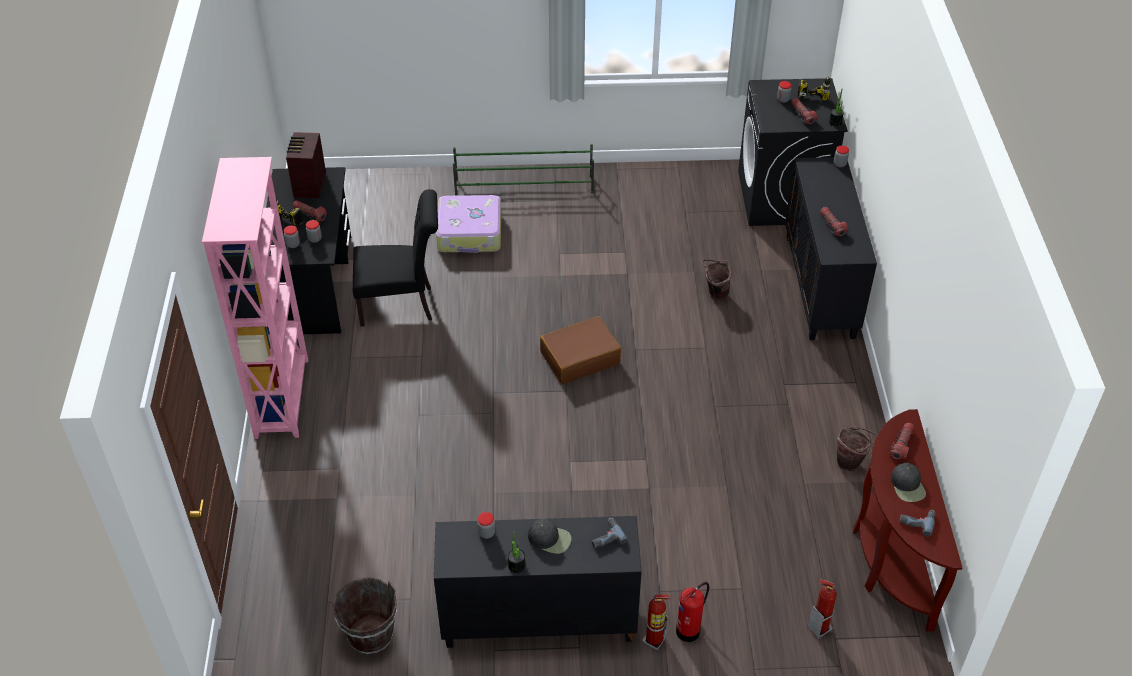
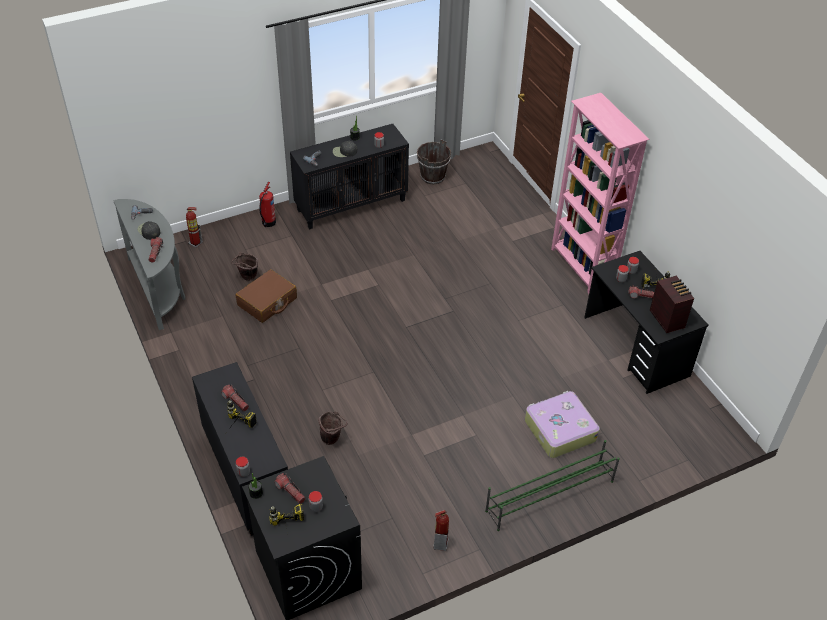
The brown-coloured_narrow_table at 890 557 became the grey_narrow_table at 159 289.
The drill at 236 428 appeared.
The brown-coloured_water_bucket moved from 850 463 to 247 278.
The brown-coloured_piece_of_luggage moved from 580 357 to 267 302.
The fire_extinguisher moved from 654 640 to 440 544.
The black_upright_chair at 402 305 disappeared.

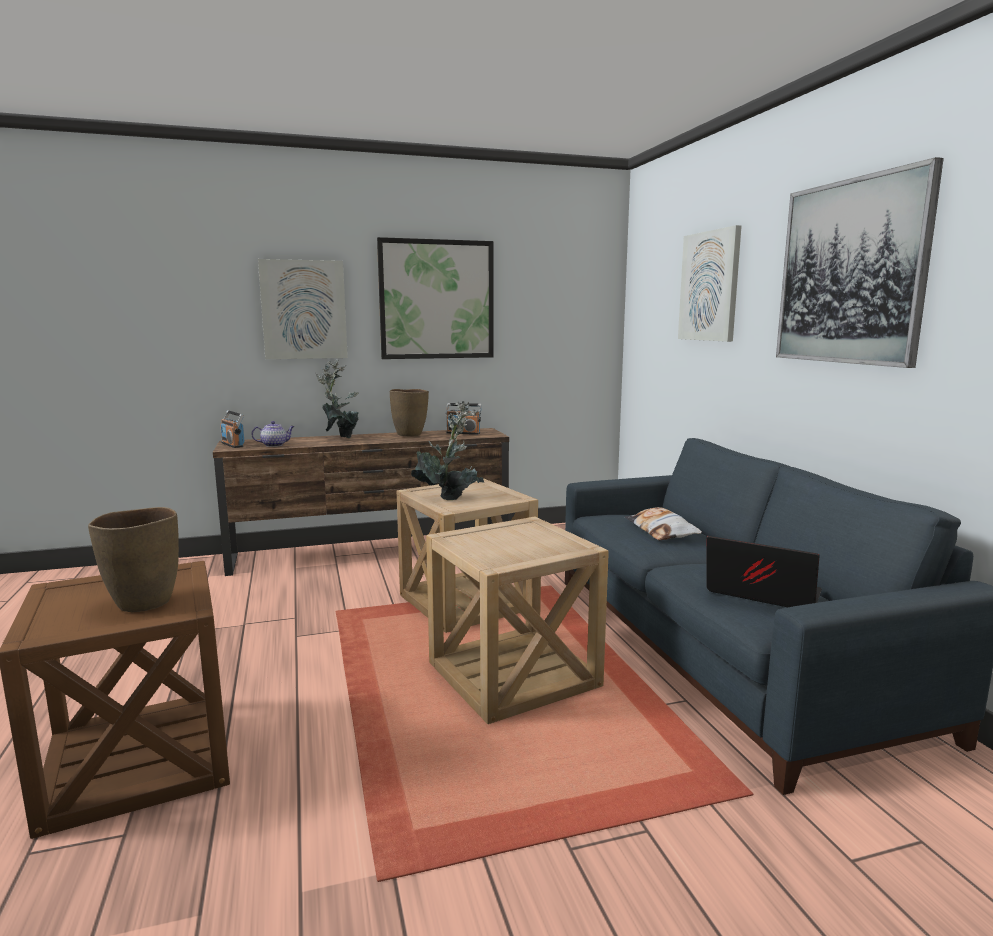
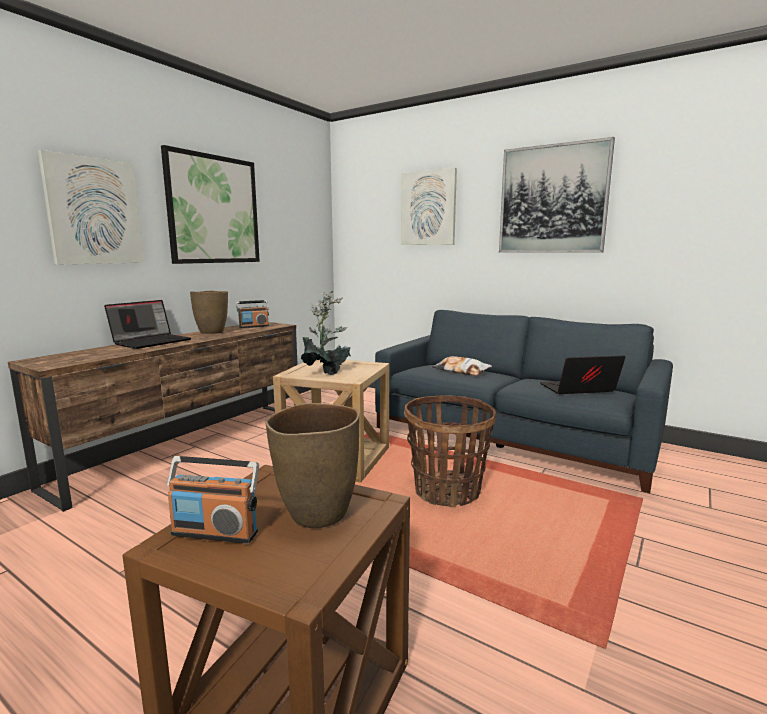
The plant_in_a_pot at 340 437 was replaced by the laptop at 151 342.
The radio_set moved from 233 445 to 215 532.
The beige_side_table at 513 675 was replaced by the storage_basket at 447 491.
The pot_for_tea at 275 445 disappeared.

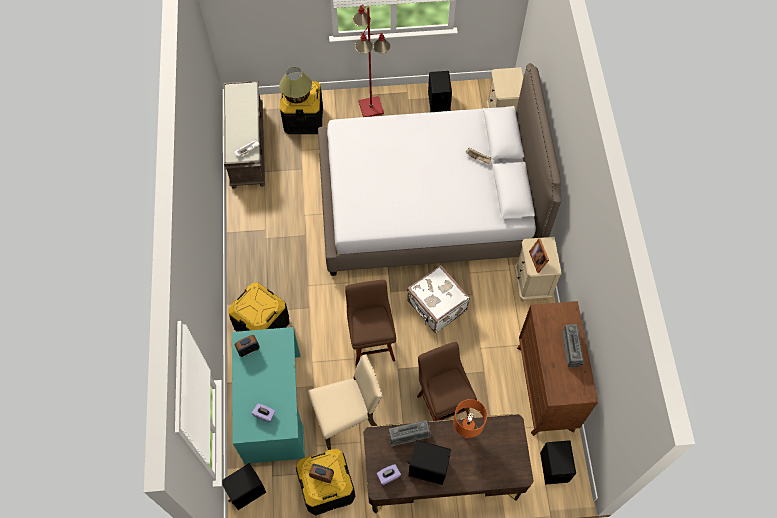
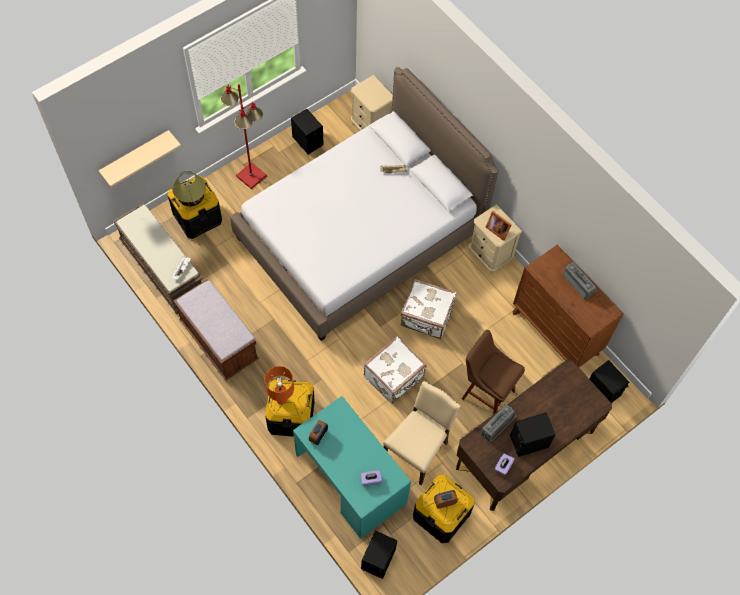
The beige_bracket_shelf at 135 156 appeared.
The brown-coloured_bench at 219 341 appeared.
The orange-coloured_table_lamp moved from 466 431 to 281 399.
The brown-coloured_stool at 371 342 was replaced by the whitish_piece_of_luggage at 394 377.

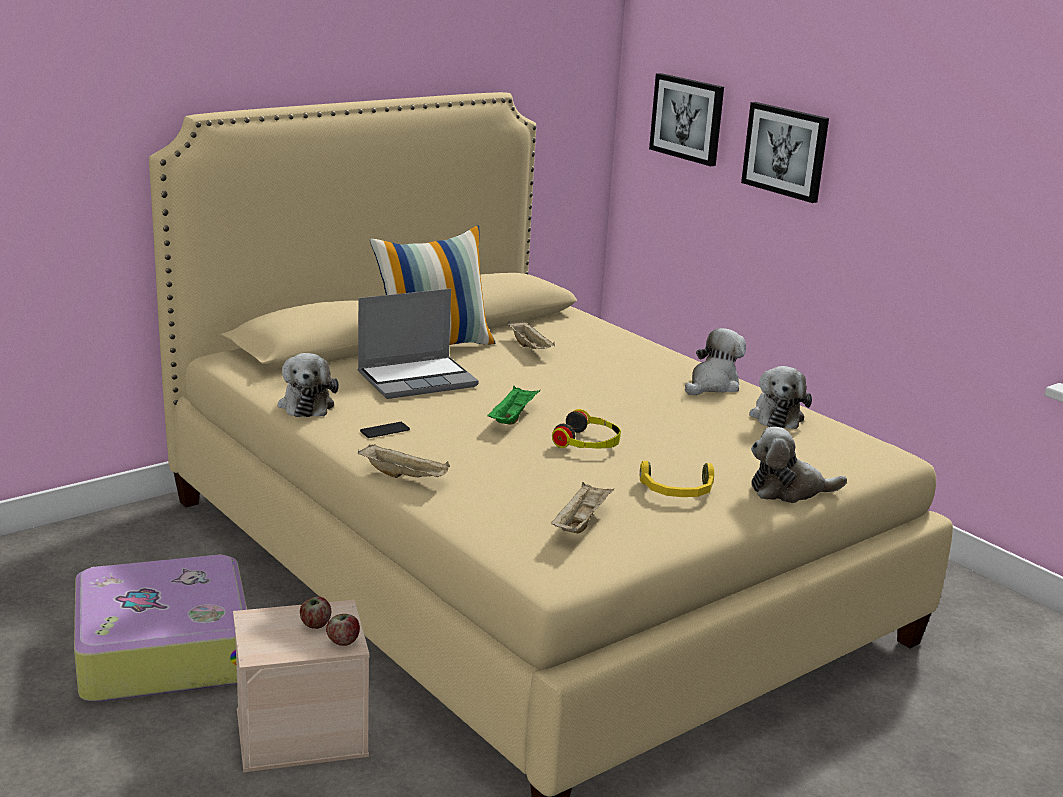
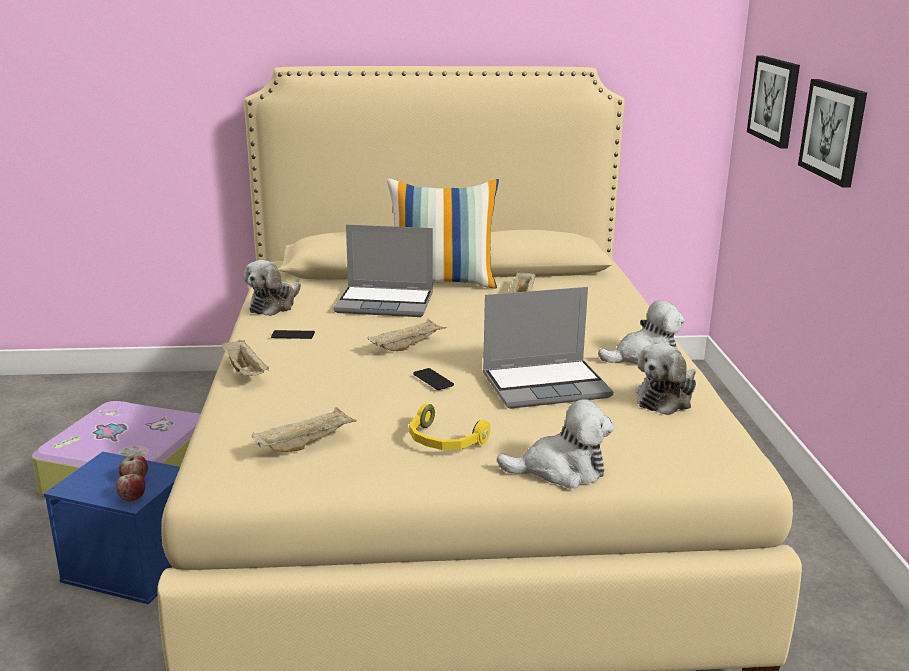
The beige_storage_container at 303 731 became the blue_storage_container at 133 567.
The greenish_serving_tray at 512 417 became the beige_serving_tray at 407 346.
The headset at 588 442 was replaced by the telephone at 433 380.
The laptop at 546 385 appeared.
The soft_toy at 789 490 turned 150 degrees clockwise.

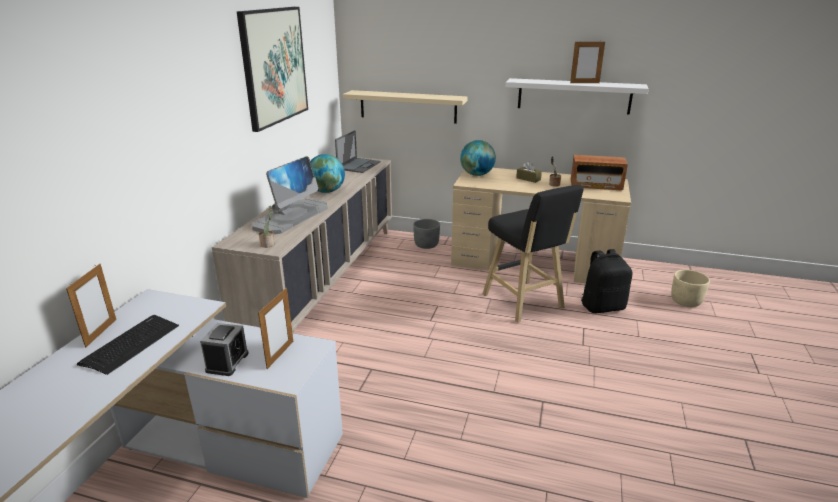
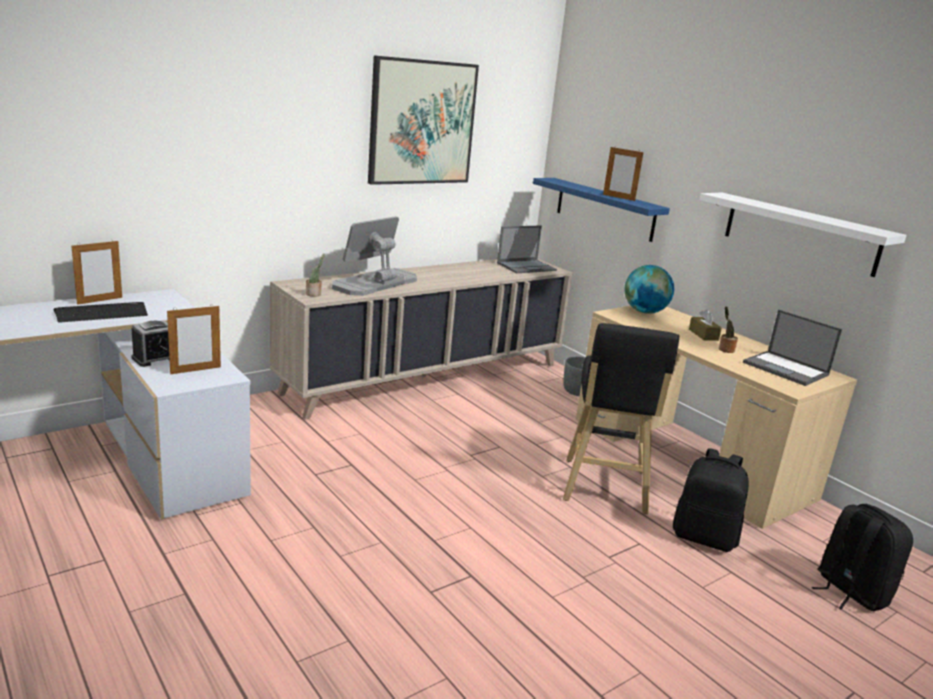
The computer_screen at 291 216 turned 150 degrees clockwise.
The beige_bracket_shelf at 408 106 became the blue_bracket_shelf at 604 209.
The picture_frame moved from 584 83 to 618 197.
The radio_set at 596 185 was replaced by the laptop at 786 369.
The beige_plant_pot at 685 301 was replaced by the black_knapsack at 850 591.
The world_globe at 327 191 disappeared.

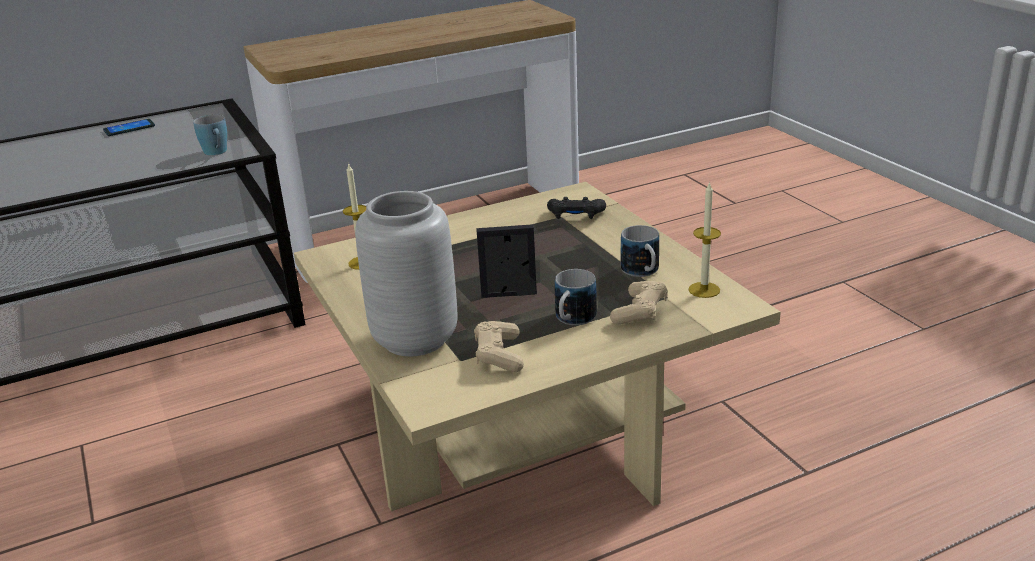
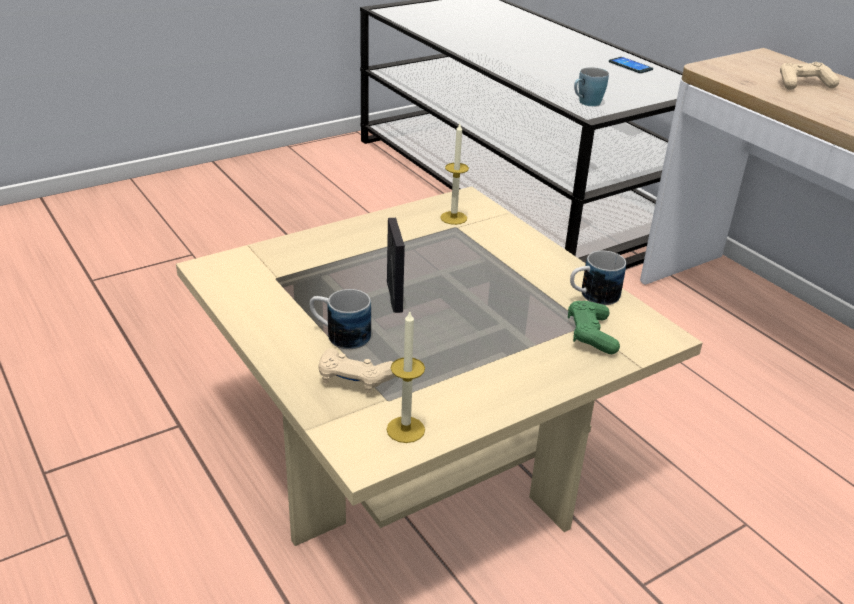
The black_joypad at 575 216 became the greenish_joypad at 591 335.
The coffee_mug moved from 643 272 to 592 296.
The beige_joypad moved from 499 355 to 803 84.
The grey_flower_vase at 416 338 disappeared.

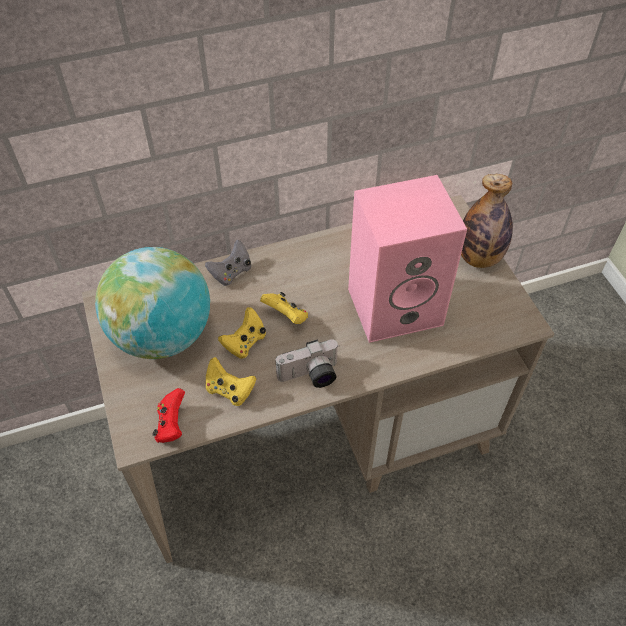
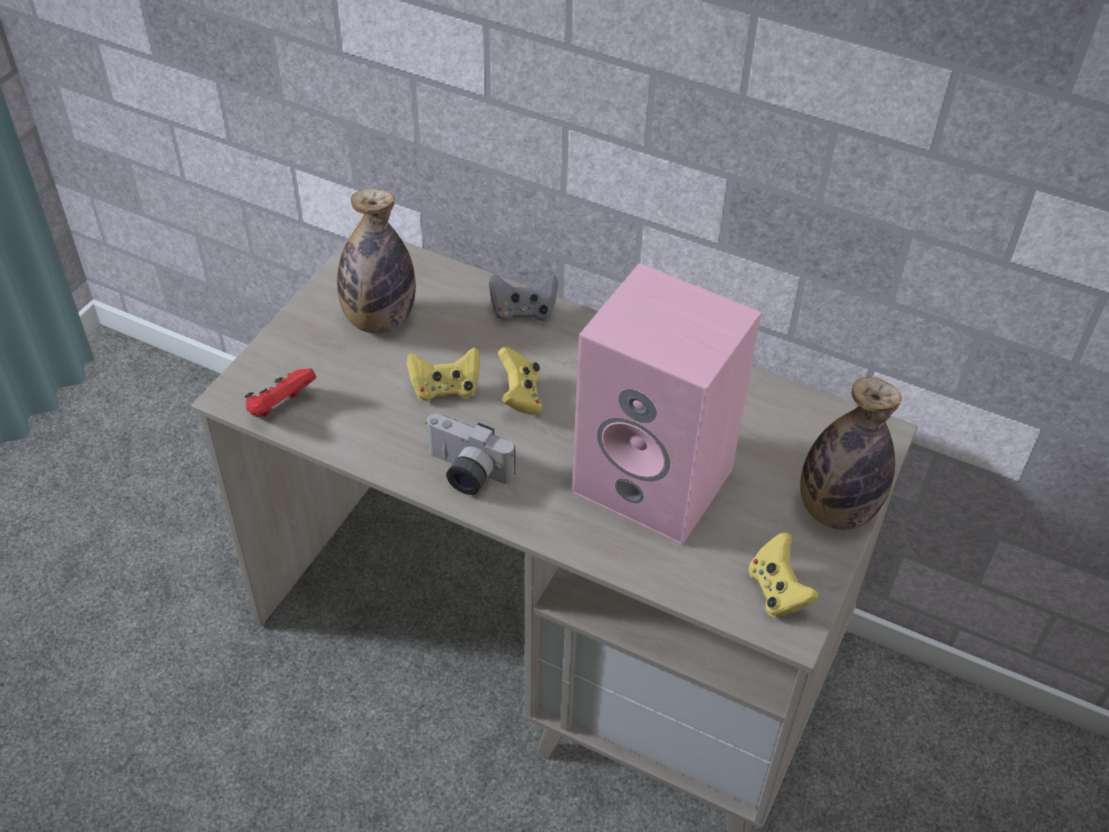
The world_globe at 163 335 was replaced by the bottle at 379 320.
The yellowish_joypad moved from 229 390 to 777 591.

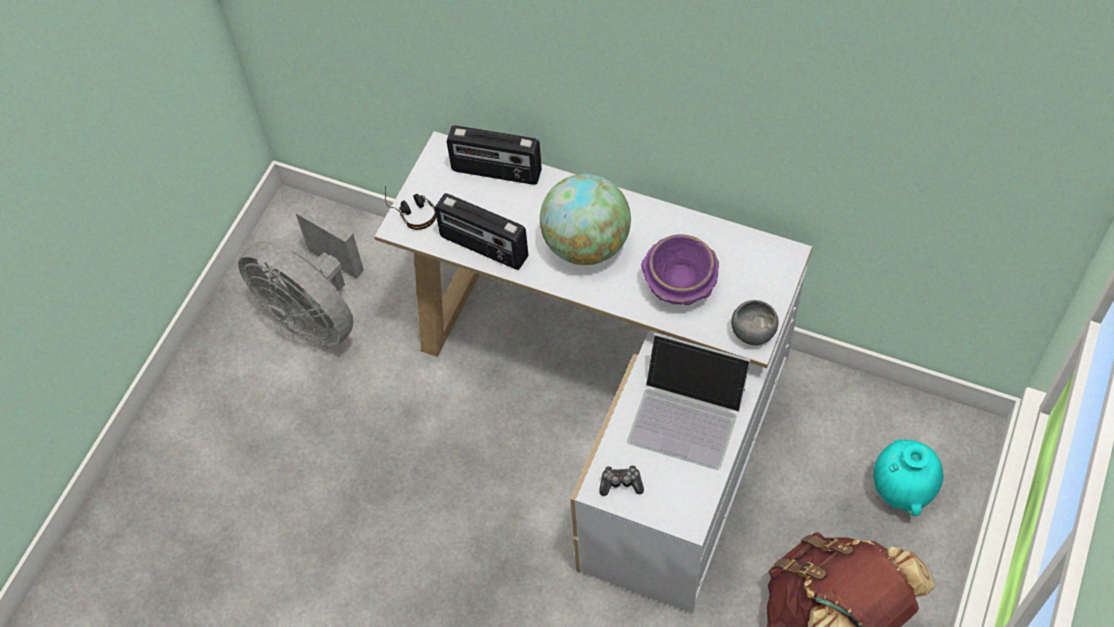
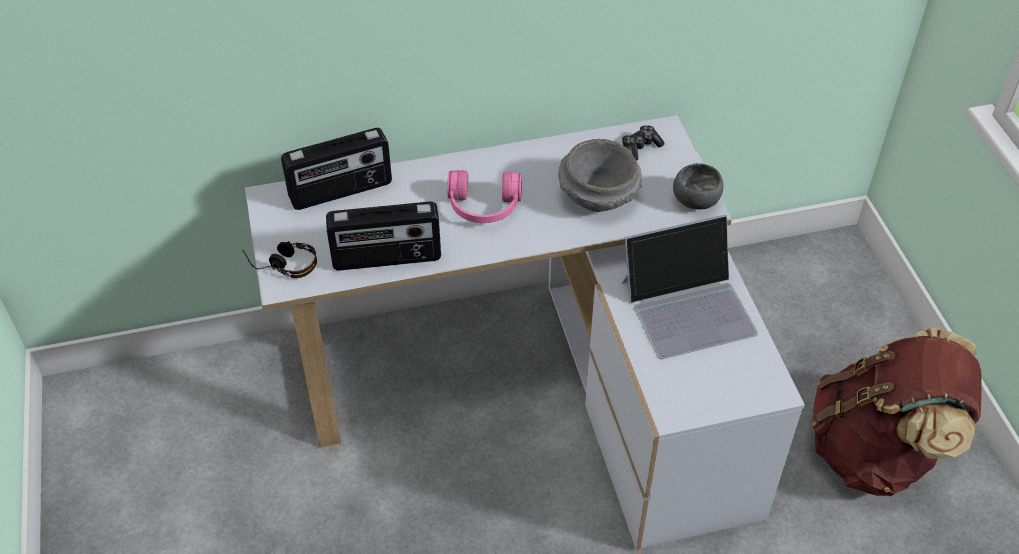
The world_globe at 586 245 was replaced by the pink_headset at 484 208.
The purplish_bowl at 680 284 became the grey_bowl at 598 196.
The joypad moved from 621 483 to 640 147.
The grey_fan at 315 313 disappeared.
The turquoise-coloured_flower_vase at 901 491 disappeared.

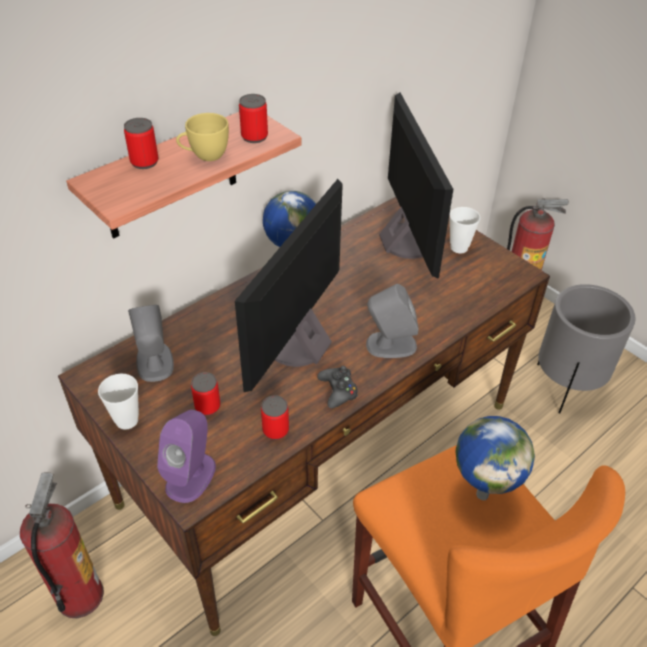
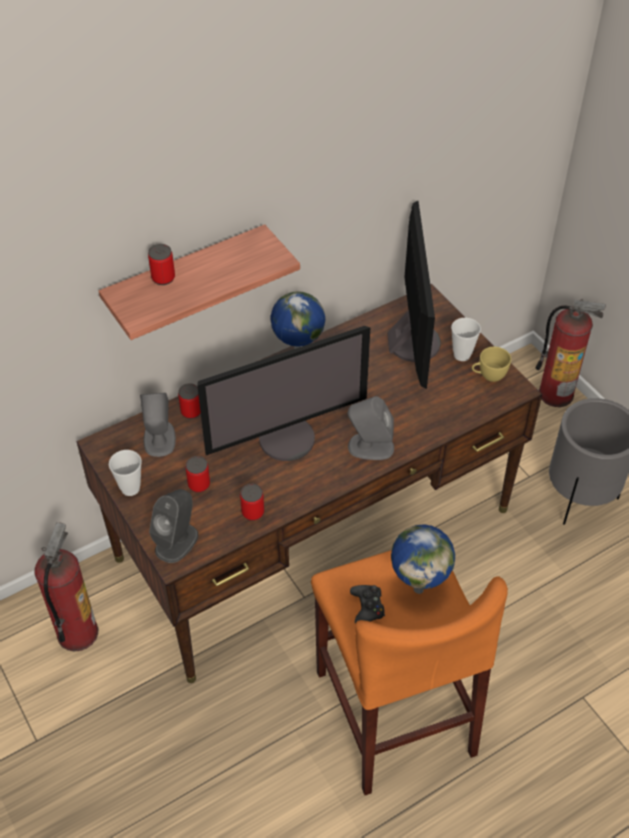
The purplish_audio_speaker at 191 476 became the grey_audio_speaker at 177 541.
The metal_can moved from 254 136 to 191 411.
The computer_screen at 298 345 turned 150 degrees counterclockwise.
The black_joypad moved from 338 390 to 367 607.
The yellowish_cup moved from 204 156 to 488 376.

